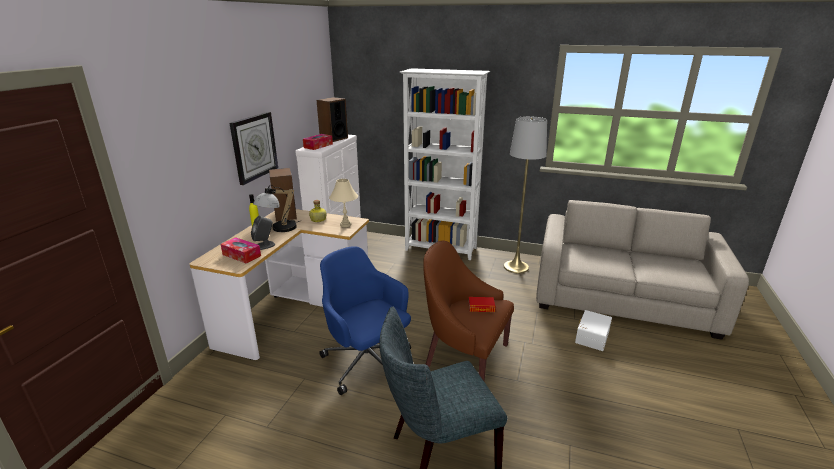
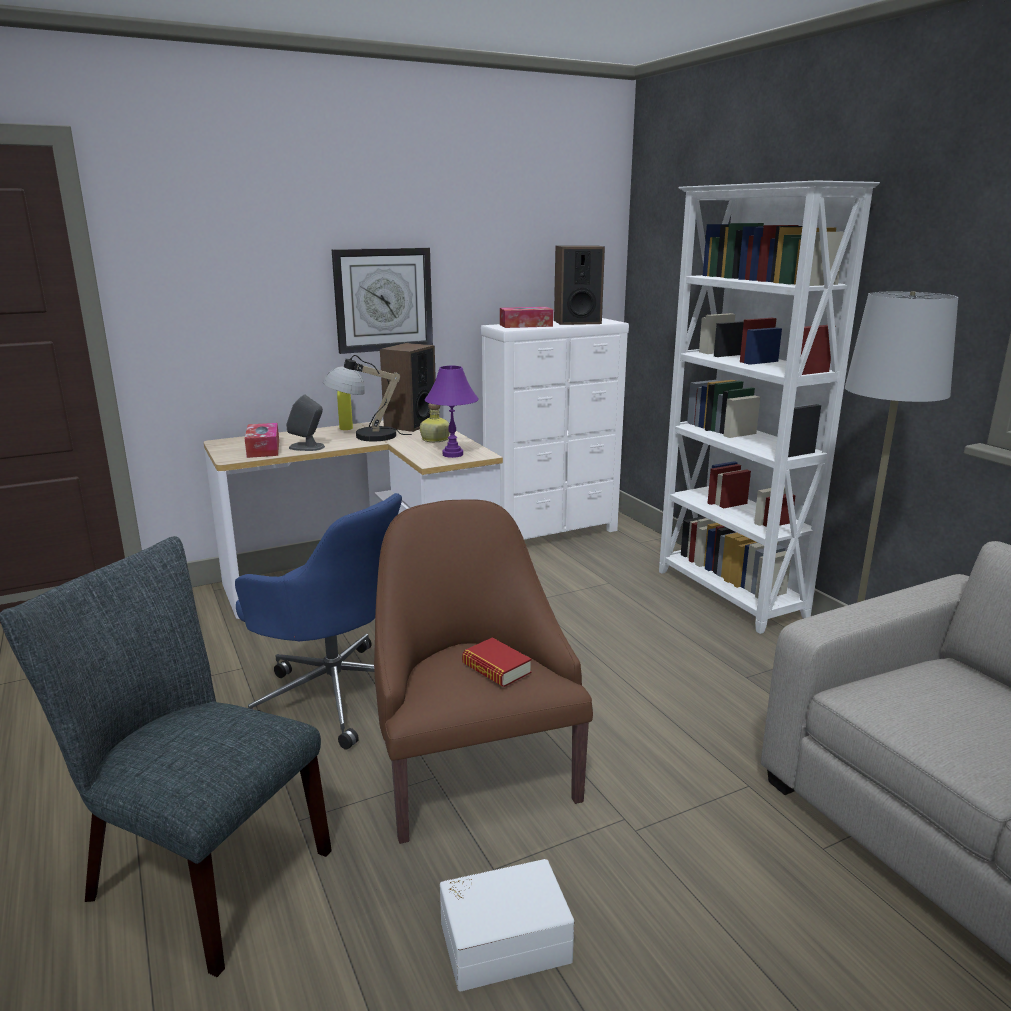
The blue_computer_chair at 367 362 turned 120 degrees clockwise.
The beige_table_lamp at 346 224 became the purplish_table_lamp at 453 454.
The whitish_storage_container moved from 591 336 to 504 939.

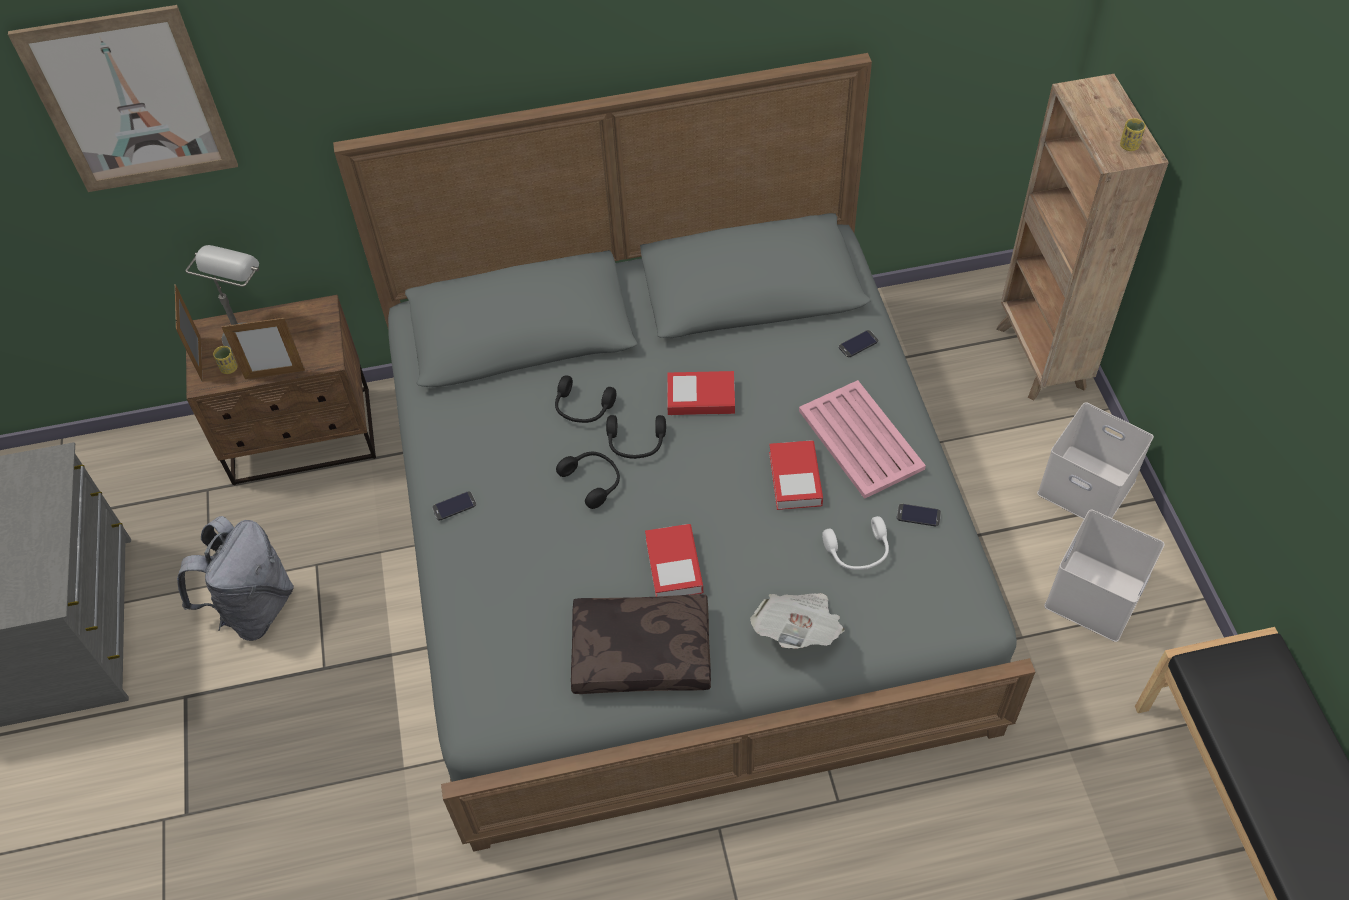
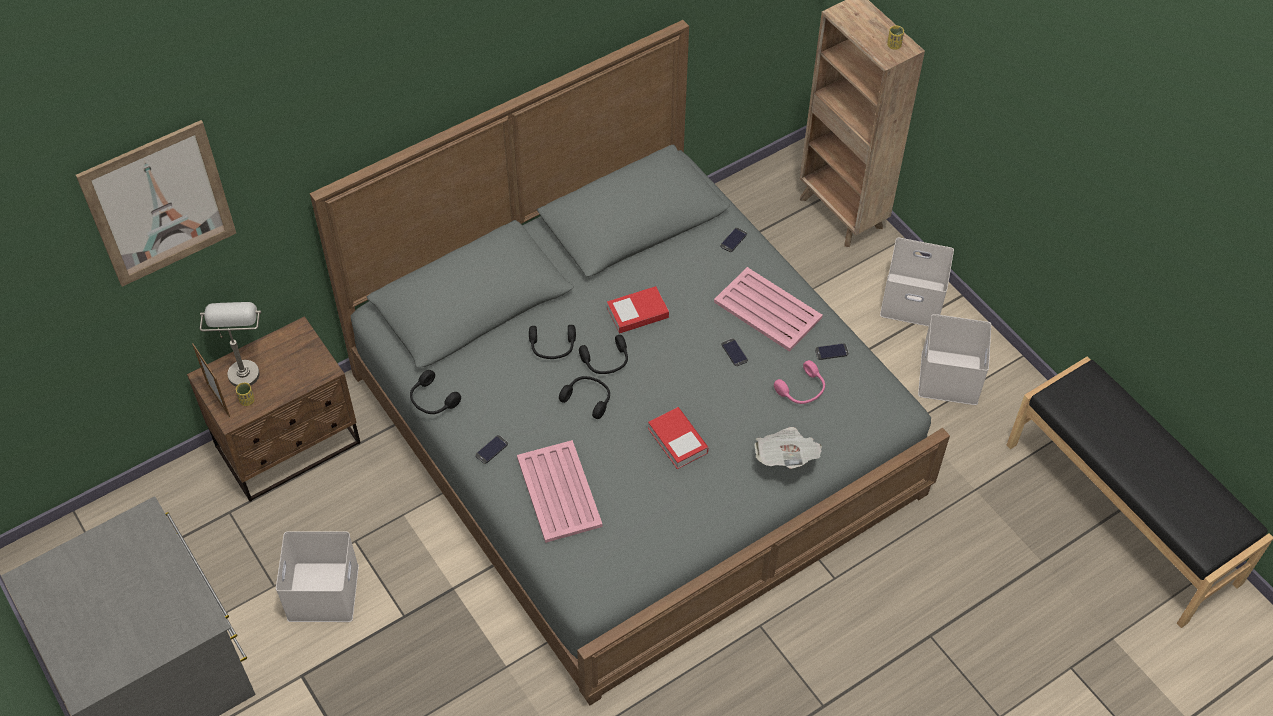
The grey_knapsack at 254 608 was replaced by the whitish_storage_container at 322 591.
The black_headset at 432 400 appeared.
The pink_serving_tray at 559 492 appeared.
The volume at 795 479 was replaced by the telephone at 734 352.
The whitish_headset at 858 552 became the pink_headset at 802 390.
The picture_frame at 275 374 disappeared.
The brown-coloured_pillow at 642 650 disappeared.

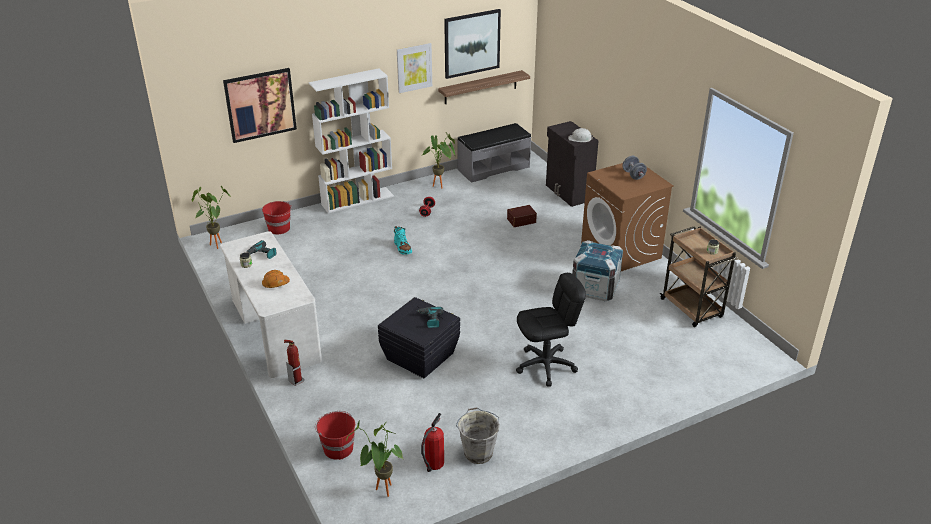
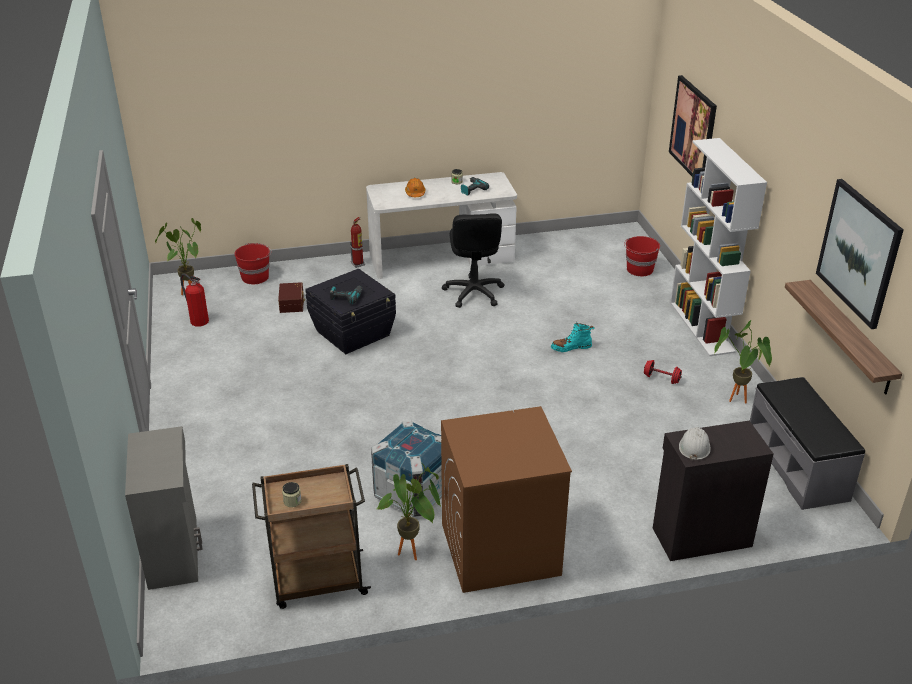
The grey_cabinet at 174 552 appeared.
The brown-coloured_storage_container moved from 521 220 to 292 303.
The plant_in_a_pot moved from 216 243 to 414 554.
The black_computer_chair moved from 546 366 to 473 293.
The wall_picture at 414 67 disappeared.
The grey_water_bucket at 478 452 disappeared.
The grey_free_weight at 633 175 disappeared.

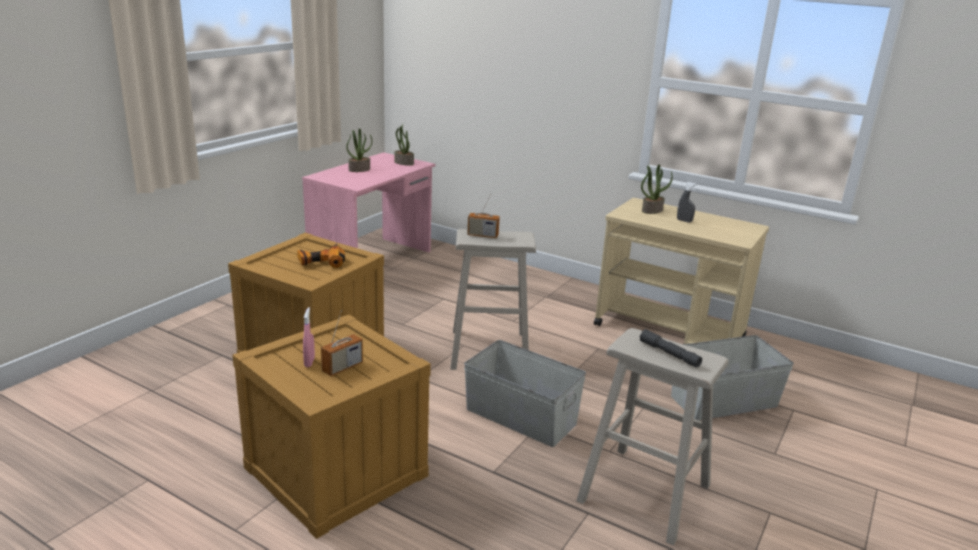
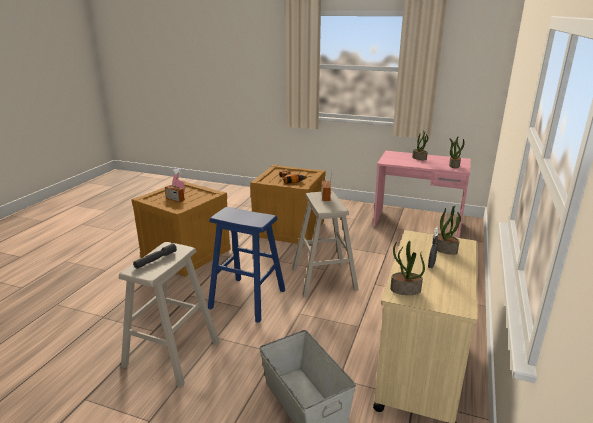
The grey_storage_container at 520 416 was replaced by the blue_stool at 248 299.
The plant_in_a_pot at 405 290 appeared.

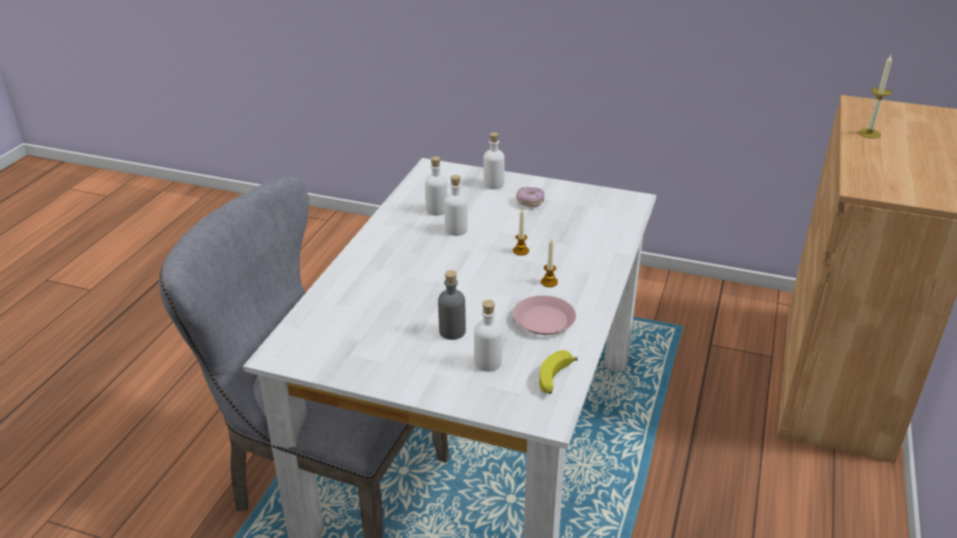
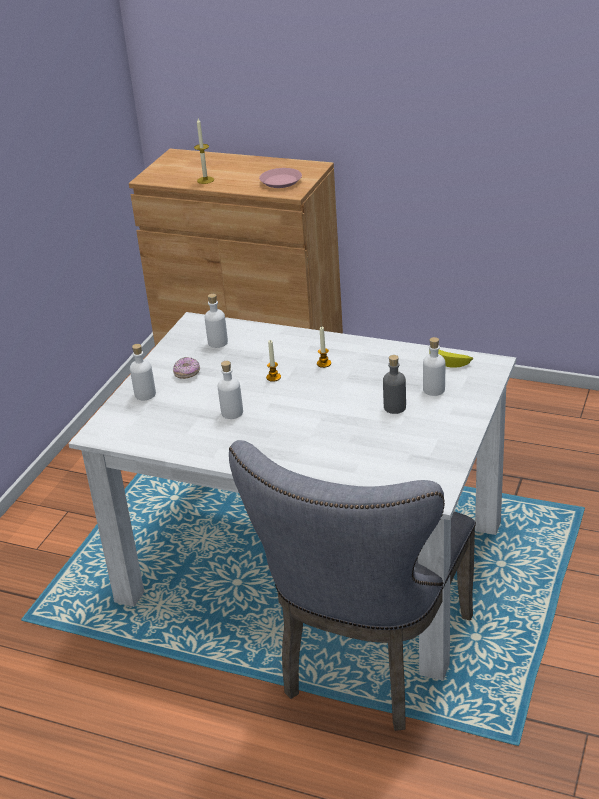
The whitish_bottle moved from 436 210 to 218 342.
The pink_plate moved from 544 320 to 280 181.

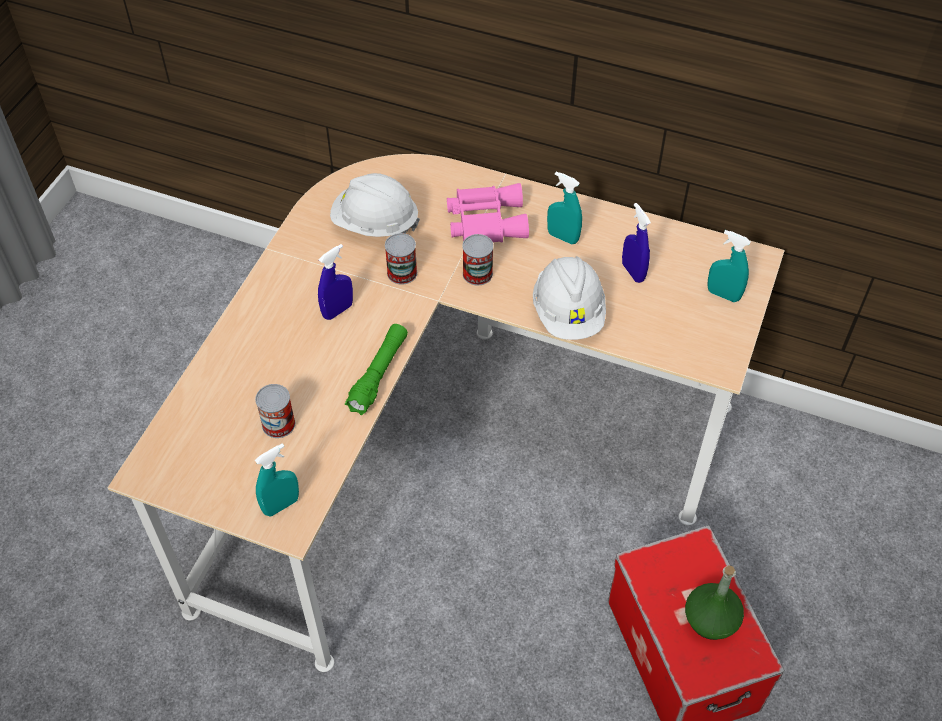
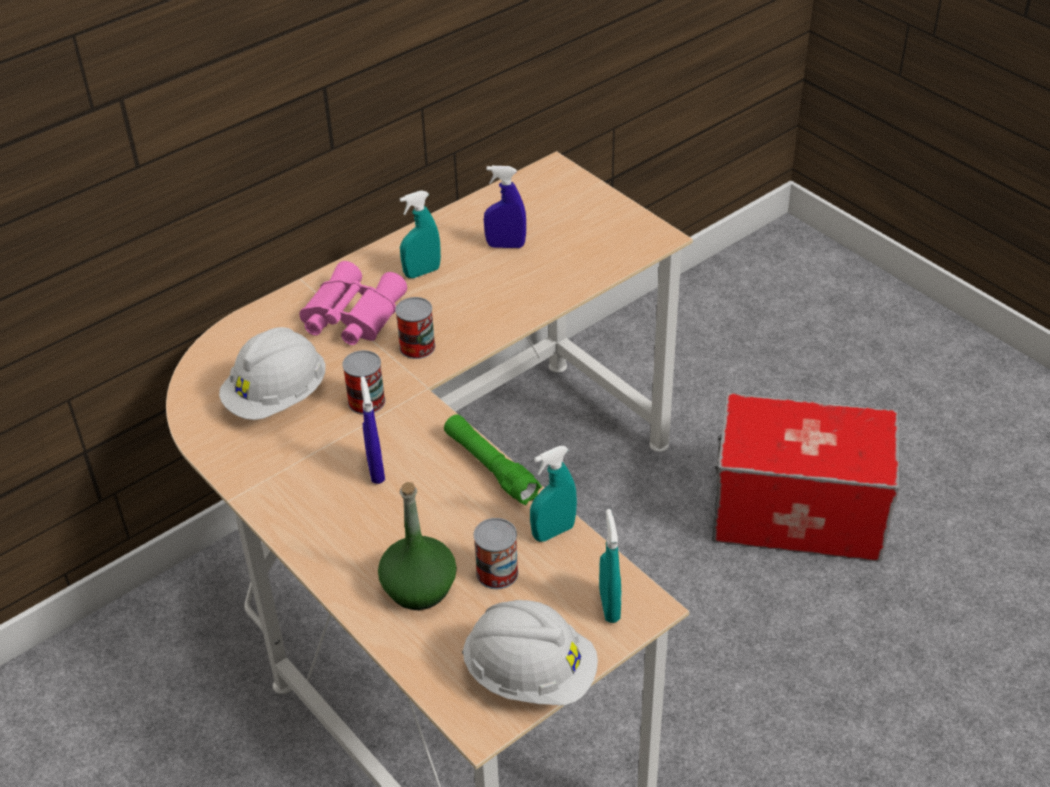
The greenish_bottle moved from 710 620 to 419 588.
The whitish_safety_helmet moved from 568 313 to 530 675.
The turquoise-coloured_sprayer moved from 723 295 to 553 532.

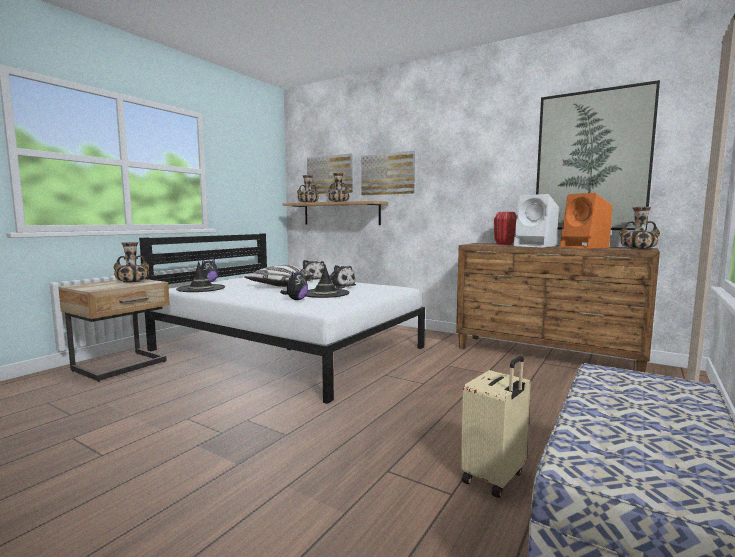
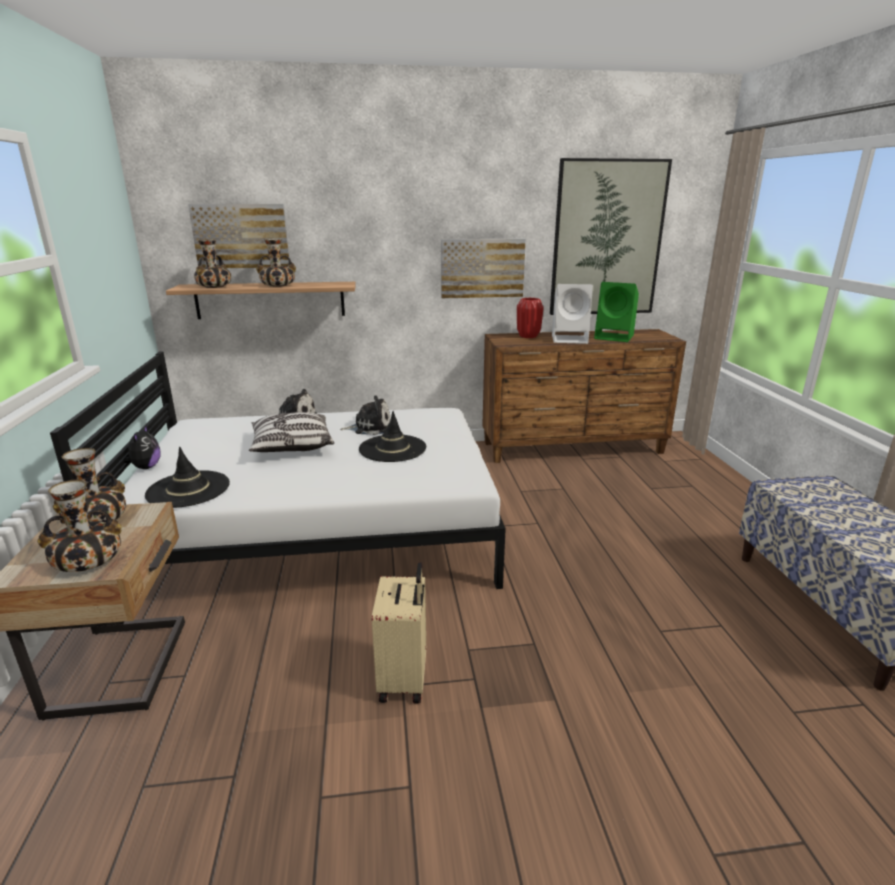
The flower_vase moved from 637 248 to 87 561.
The beige_piece_of_luggage moved from 494 478 to 405 680.
The wall_picture moved from 388 174 to 482 268.
The orange-coloured_audio_speaker at 585 247 became the greenish_audio_speaker at 615 337.
The soft_toy at 296 300 disappeared.

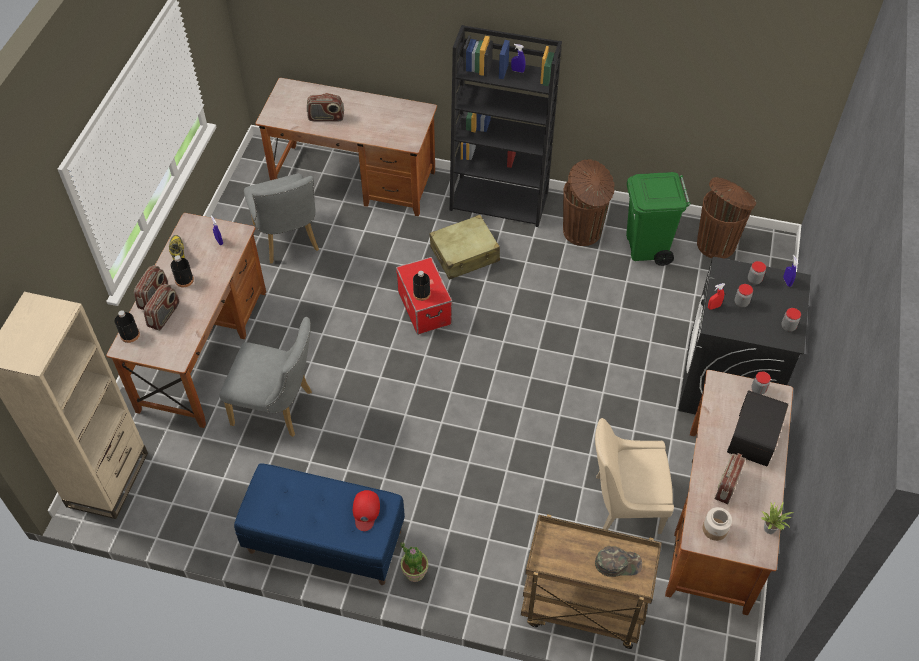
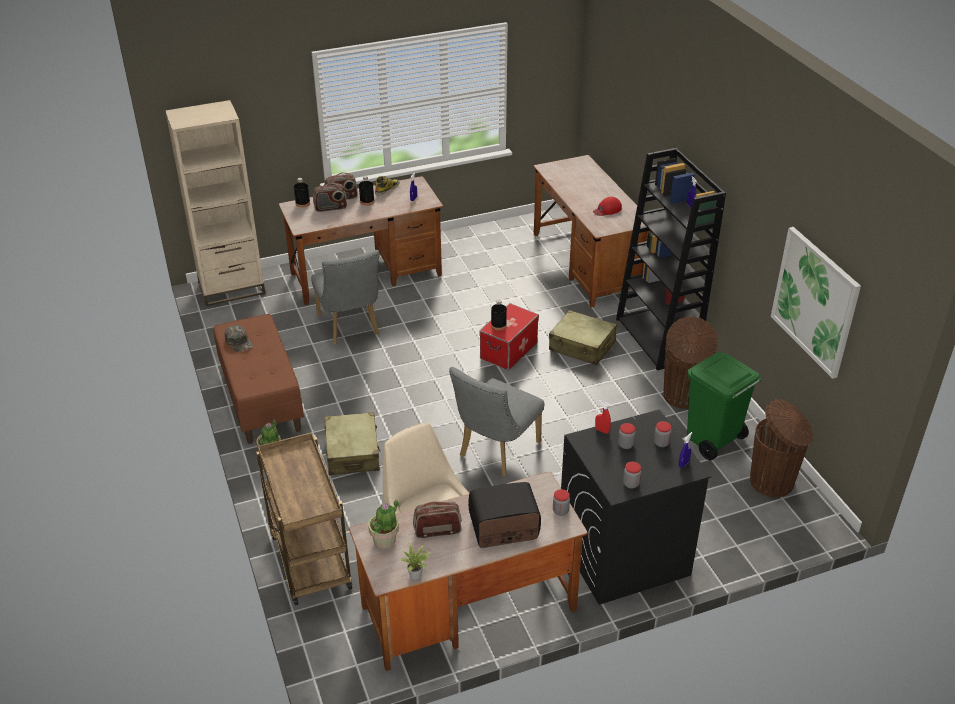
The blue_bench at 324 542 became the brown-coloured_bench at 261 399.
The greenish_cap moved from 618 563 to 239 342.
The beige_piece_of_luggage at 352 452 appeared.
The jar at 715 529 was replaced by the plant_in_a_pot at 385 540.
The grey_upright_chair moved from 288 241 to 495 452.
The reddish_cap moved from 366 511 to 607 209.
The wall_picture at 815 301 appeared.
The radio_set at 326 117 disappeared.

